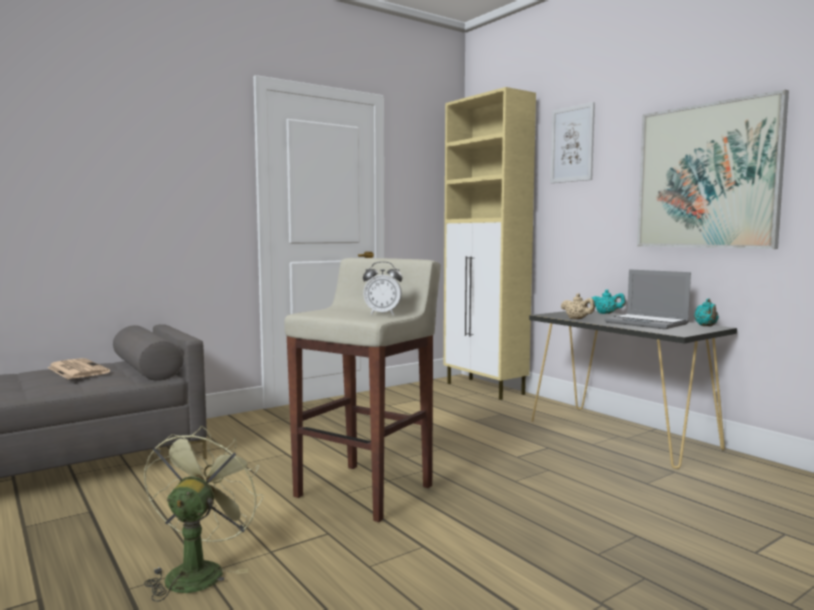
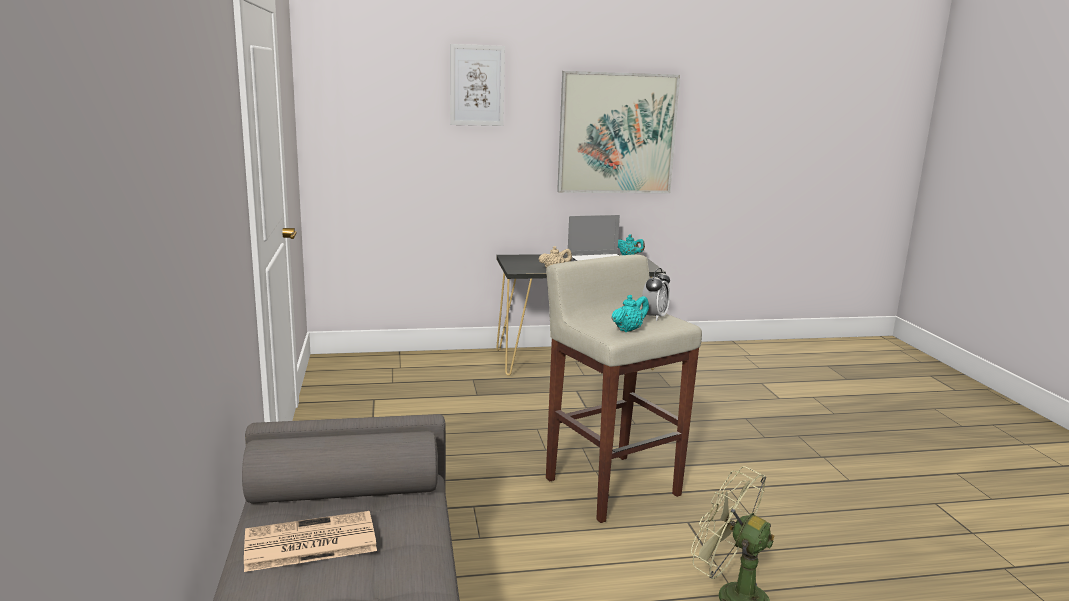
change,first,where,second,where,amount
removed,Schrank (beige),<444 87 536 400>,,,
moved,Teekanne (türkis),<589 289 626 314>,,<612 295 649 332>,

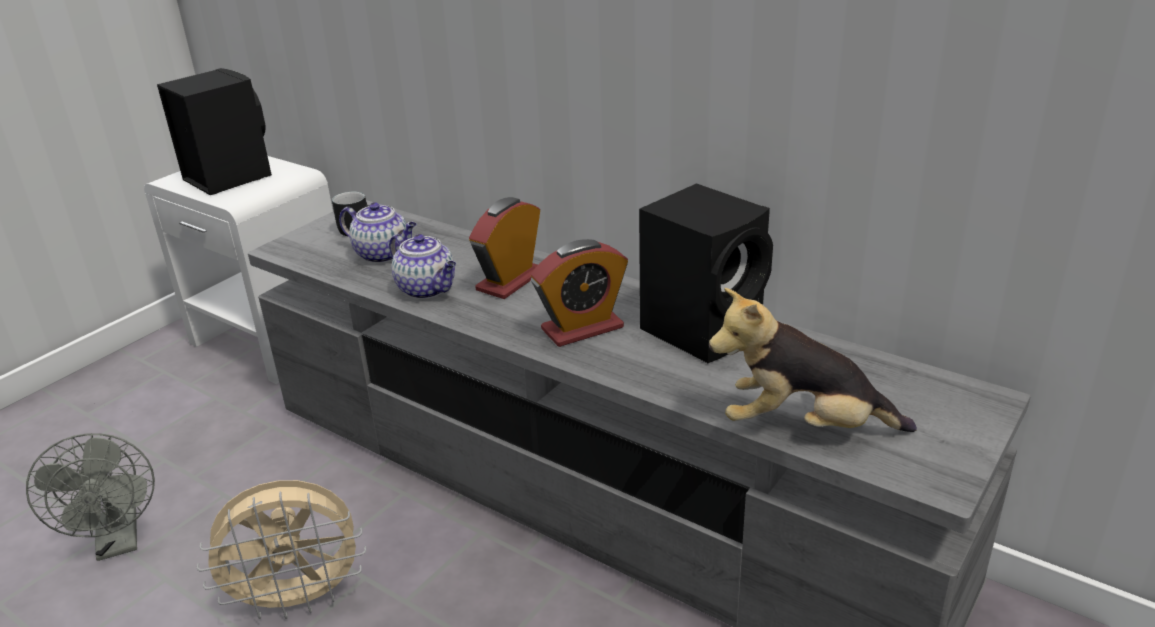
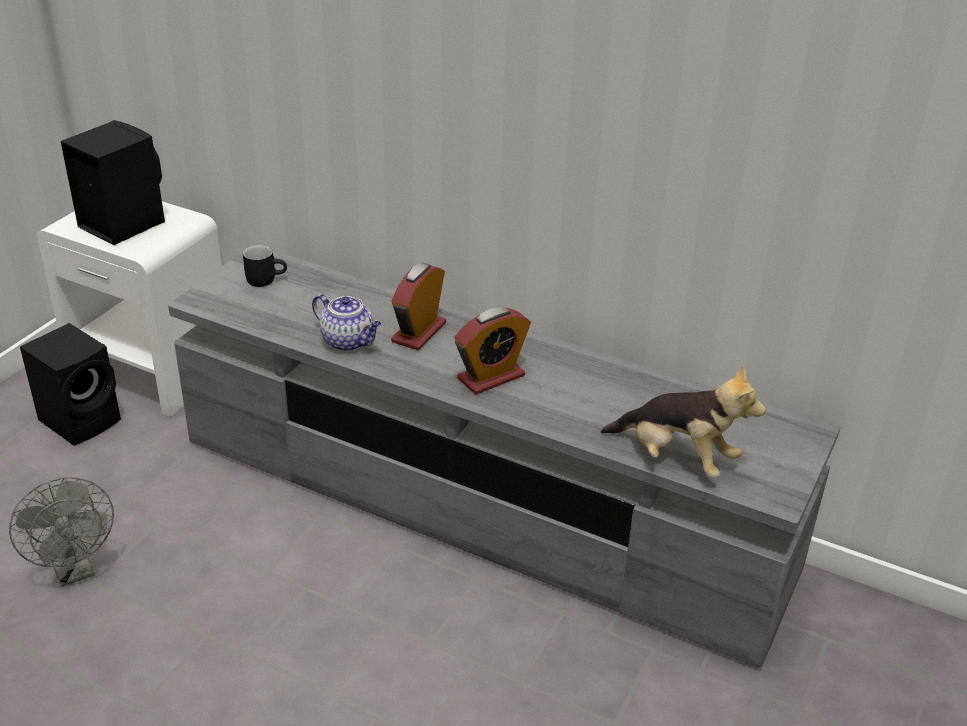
change,first,where,second,where,amount
removed,Ventilator (beige),<197 480 366 619>,,,
removed,Teekanne,<339 202 417 263>,,,
moved,Lautsprecher (schwarz),<639 183 773 363>,,<20 323 121 446>,
turned,Plüschtier,<709 288 917 432>,,<600 364 766 478>,150 degrees counterclockwise

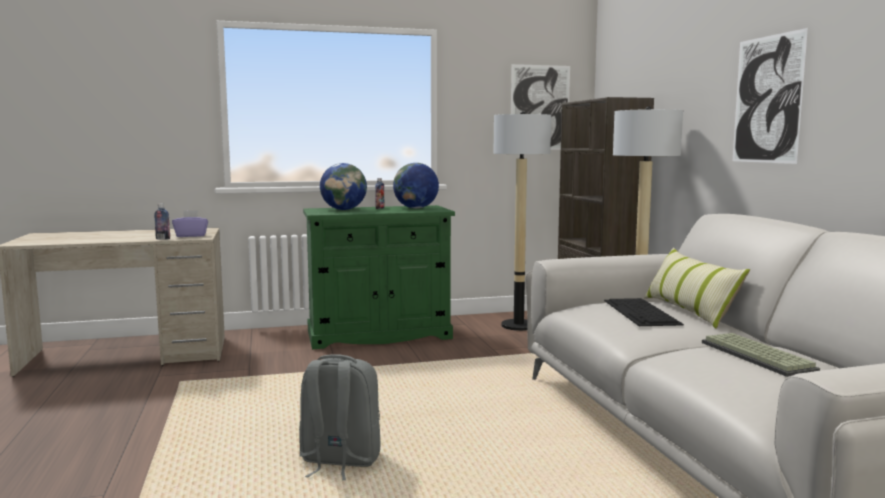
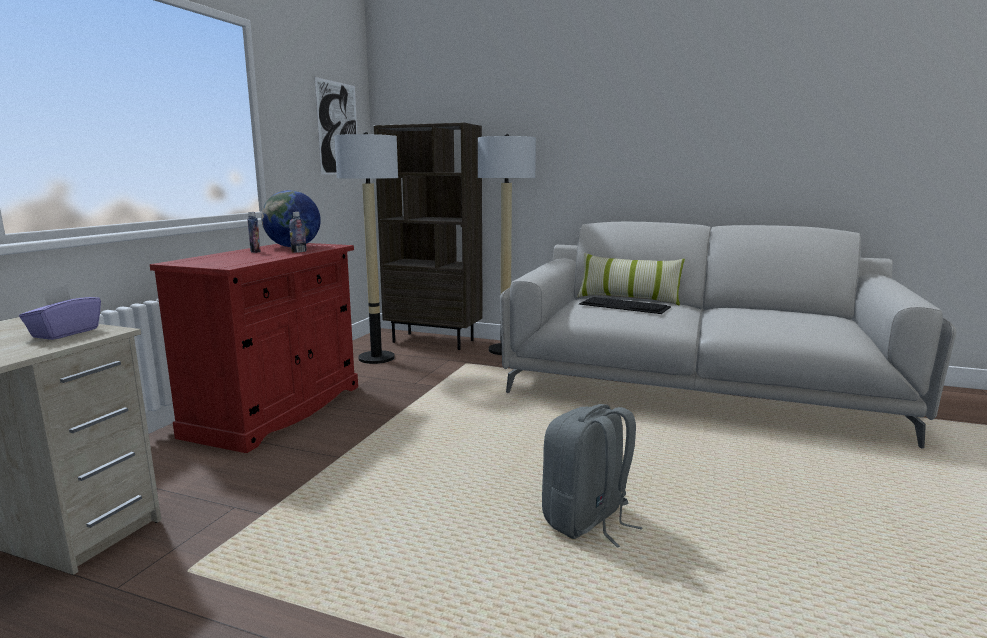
change,first,where,second,where,amount
removed,Globus,<320 163 367 210>,,,
removed,Tastatur,<702 333 820 377>,,,
removed,Bild,<733 28 808 164>,,,
moved,Flasche,<154 204 170 240>,,<289 212 307 253>,
recoloured,Schrank (grün),<303 205 455 349>,Schrank (rot),<150 243 358 453>,

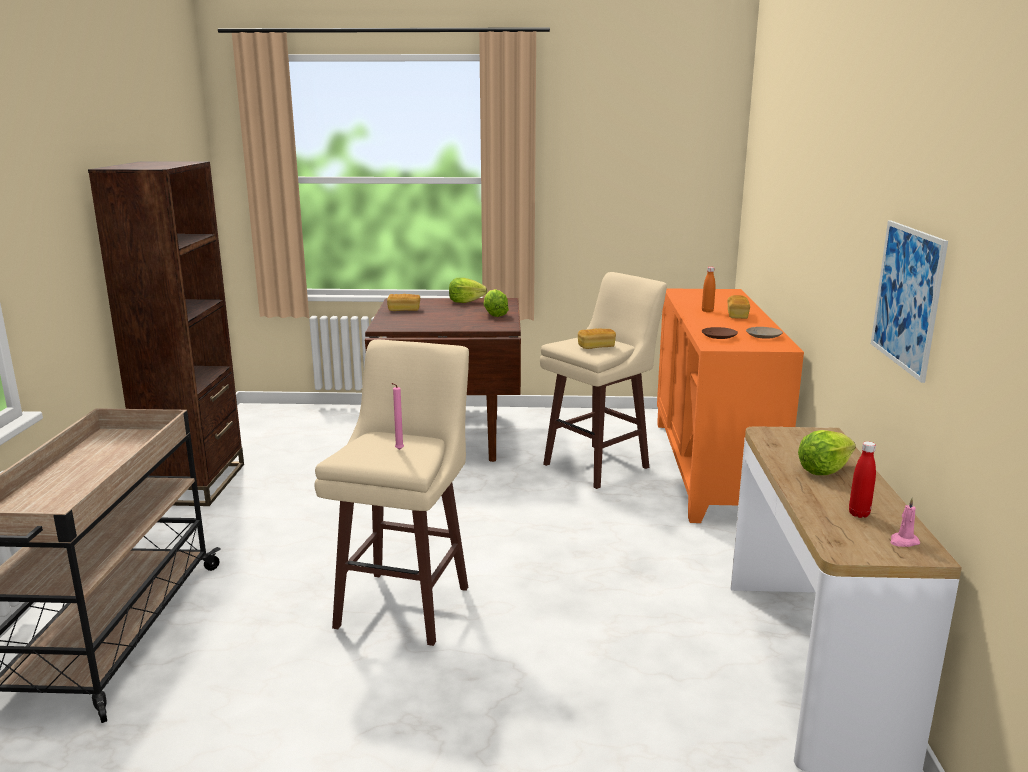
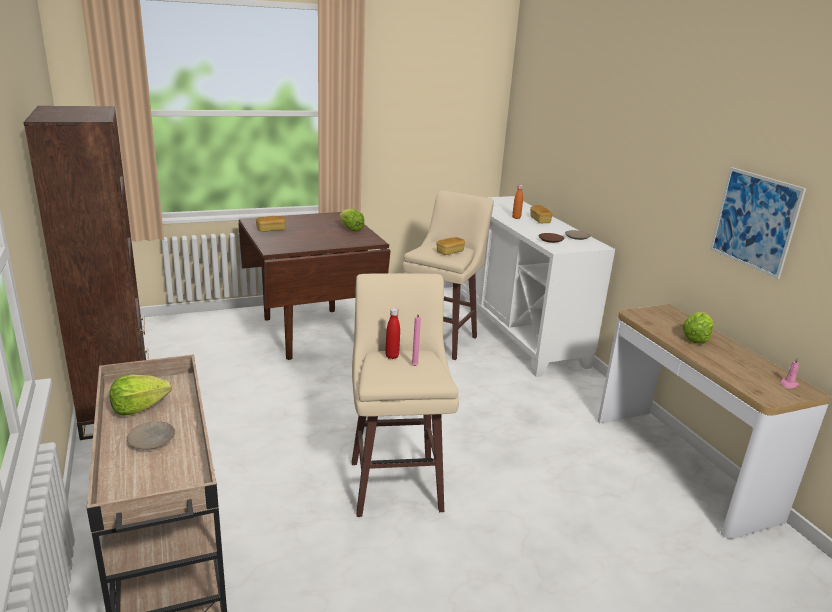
change,first,where,second,where,amount
added,,,Teller (beige),<127 421 175 450>,
moved,Salatkopf,<449 278 487 303>,,<109 375 172 416>,
moved,Flasche (rot),<849 441 876 518>,,<385 308 400 359>,
recoloured,Schrank (orange),<657 288 804 523>,Schrank (weiß),<460 196 615 377>,

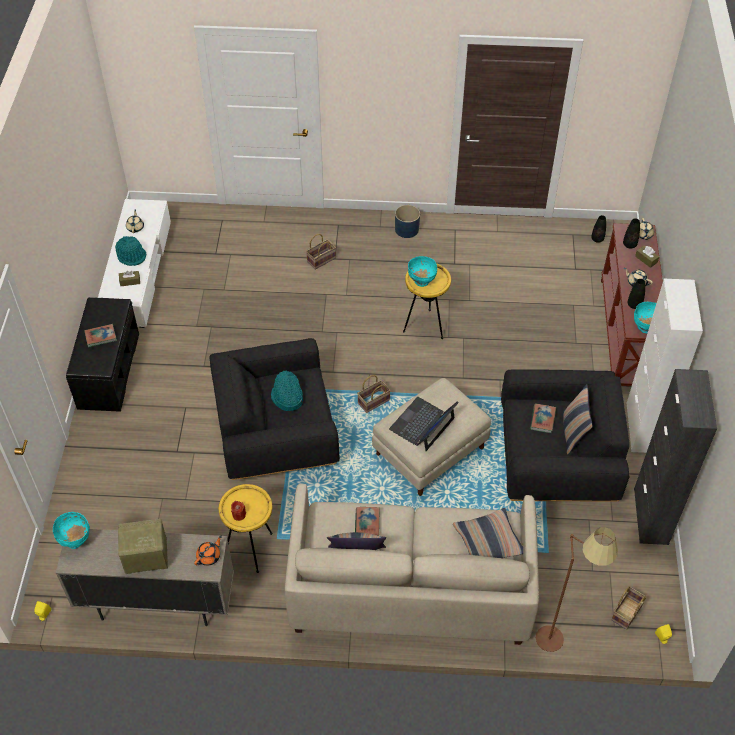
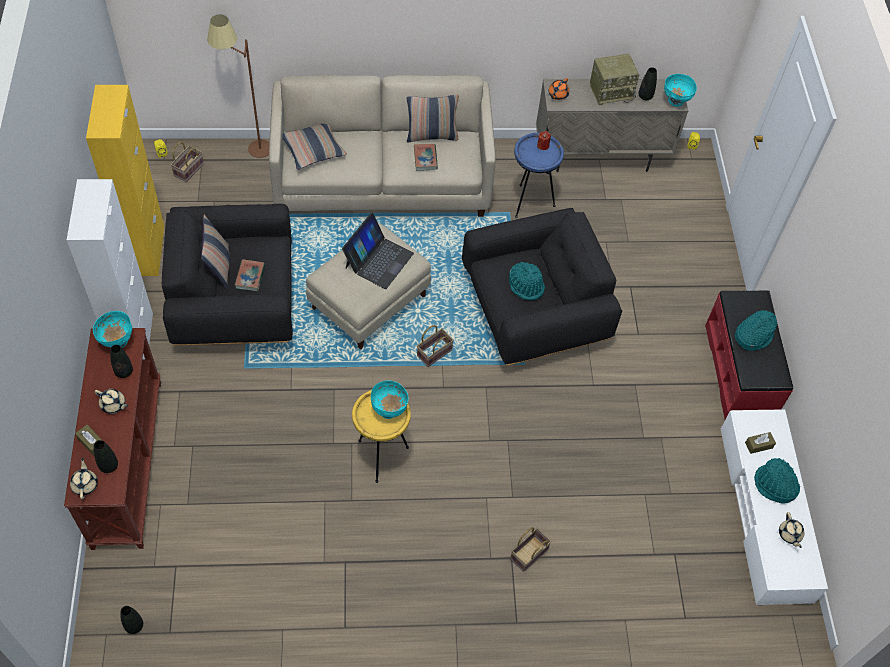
change,first,where,second,where,amount
removed,Pflanzkübel (blau),<395 205 420 238>,,,
added,,,Vase (schwarz),<638 67 657 100>,
replaced,Buch,<84 324 117 347>,Hut (türkis),<735 310 777 351>,
recoloured,Bank (schwarz),<66 297 139 412>,Bank (rot),<705 290 793 420>,
recoloured,Beistelltisch (gelb),<219 484 273 573>,Beistelltisch (blau),<514 133 564 218>,
recoloured,Schrank (schwarz),<634 369 717 545>,Schrank (gelb),<86 85 165 276>,

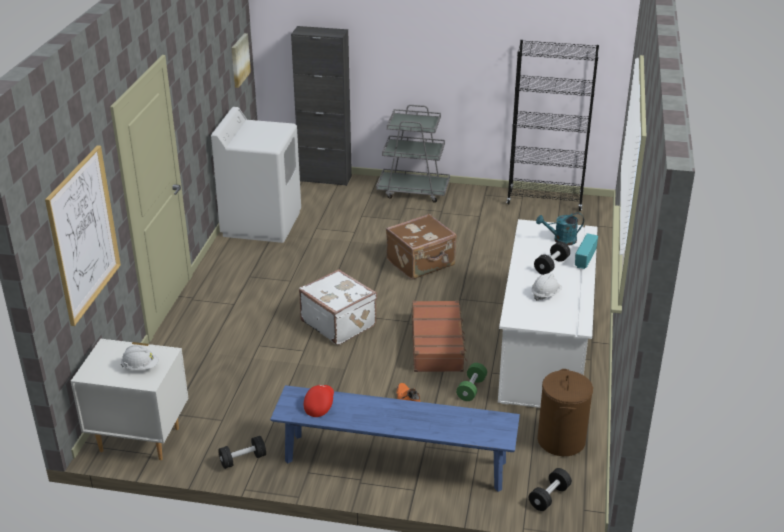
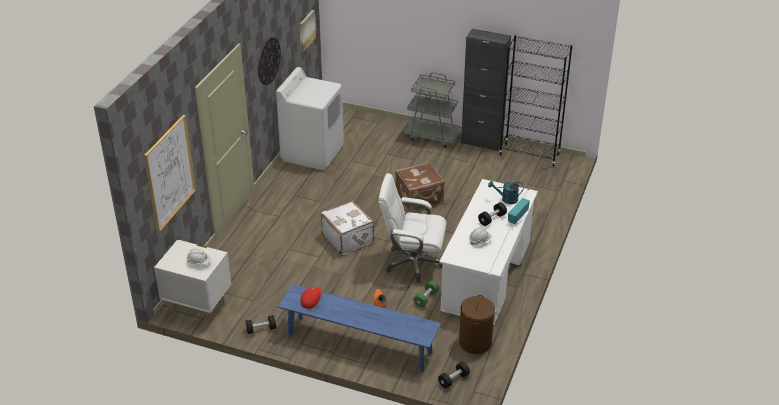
change,first,where,second,where,amount
added,,,Wanduhr,<258 37 281 85>,
moved,Schrank (schwarz),<291 26 352 186>,,<461 29 511 151>,
replaced,Koffer (braun),<412 300 468 372>,Bürostuhl (weiß),<379 173 446 283>,

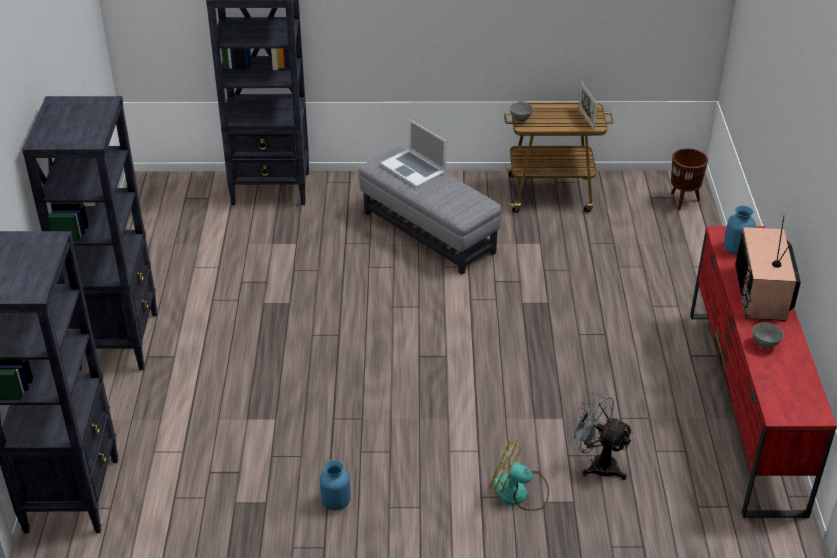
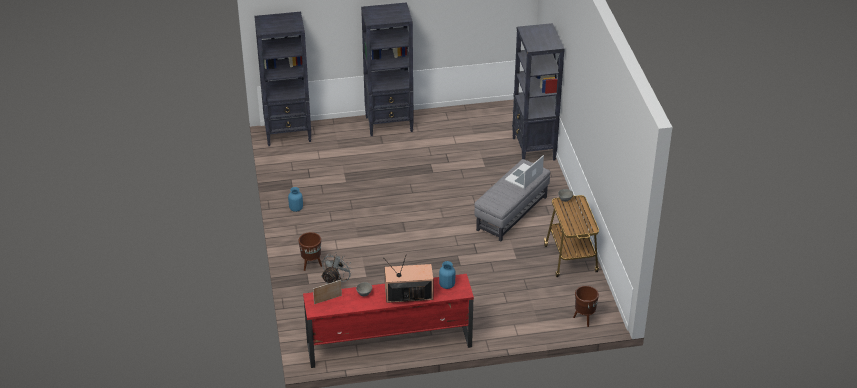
change,first,where,second,where,amount
moved,Bilderrahmen,<579 81 598 130>,,<313 280 342 304>,
replaced,Ventilator,<489 440 549 511>,Pflanzkübel (braun),<298 232 322 271>,

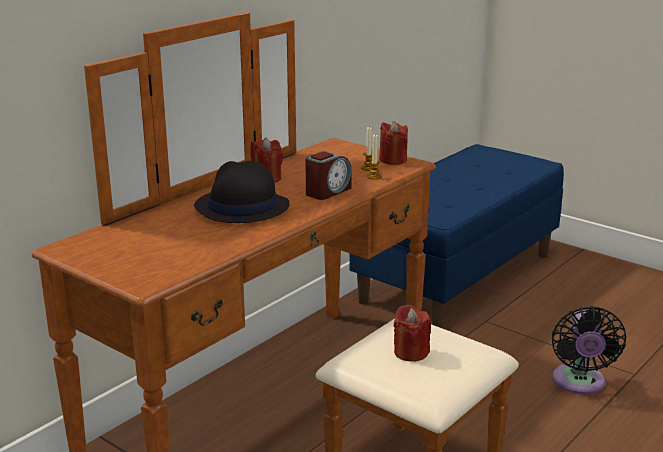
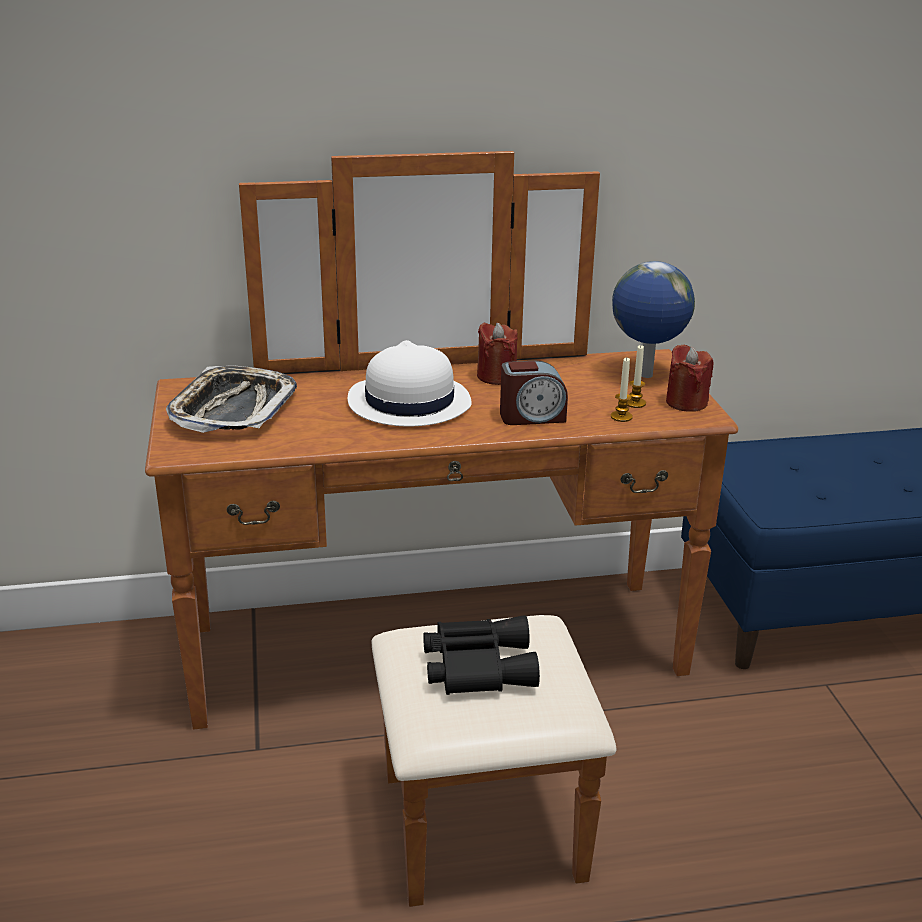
change,first,where,second,where,amount
removed,Ventilator (schwarz),<552 306 626 395>,,,
added,,,Tablett,<166 365 297 433>,
added,,,Globus,<612 261 695 378>,
replaced,Kerze (rot),<394 305 431 362>,Fernglas (schwarz),<423 615 540 695>,
recoloured,Hut (schwarz),<194 161 290 223>,Hut (weiß),<348 340 472 426>,

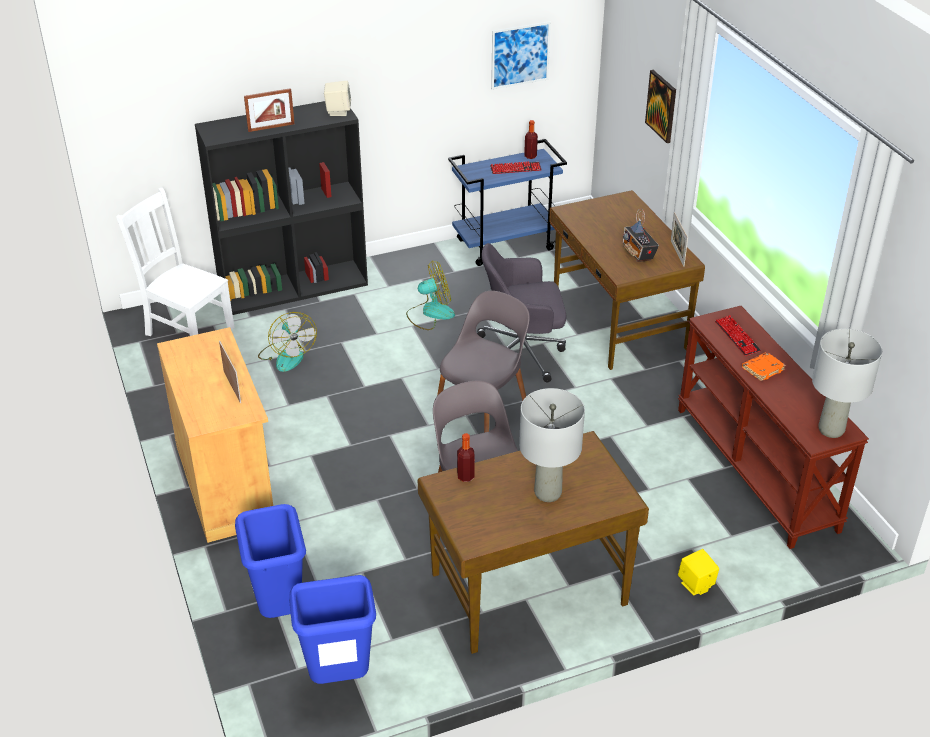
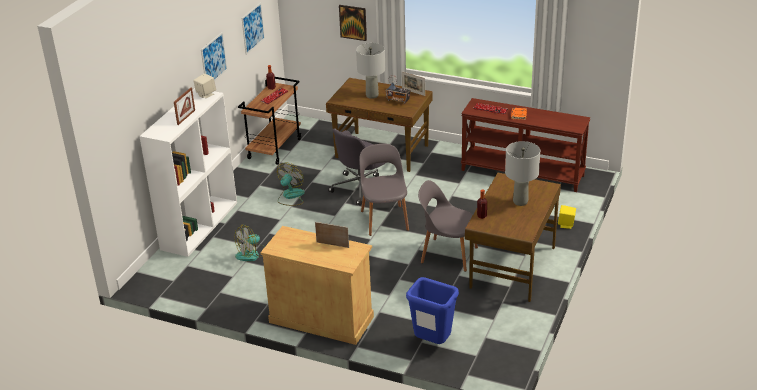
change,first,where,second,where,amount
removed,Stuhl (weiß),<116 187 235 336>,,,
removed,Mülleimer (blau),<289 575 376 684>,,,
added,,,Bild,<201 32 227 81>,
moved,Tischlampe (grau),<812 329 882 438>,,<356 43 385 99>,
recoloured,Bücherregal (schwarz),<195 101 368 315>,Bücherregal (weiß),<139 88 237 257>,
recoloured,Rollwagen (blau),<448 139 567 266>,Rollwagen (braun),<238 77 302 165>,
turned,Ventilator,<258 312 317 372>,,<235 225 265 261>,120 degrees clockwise

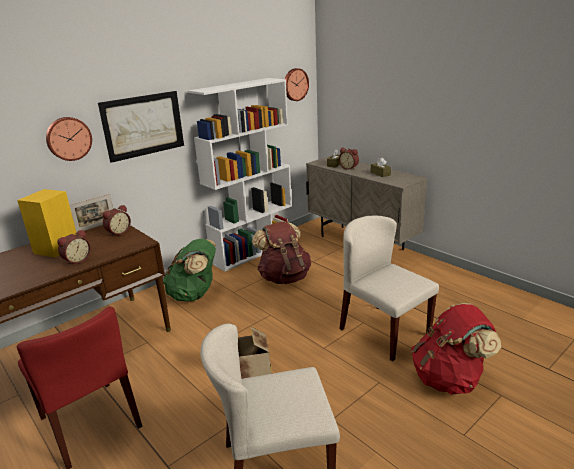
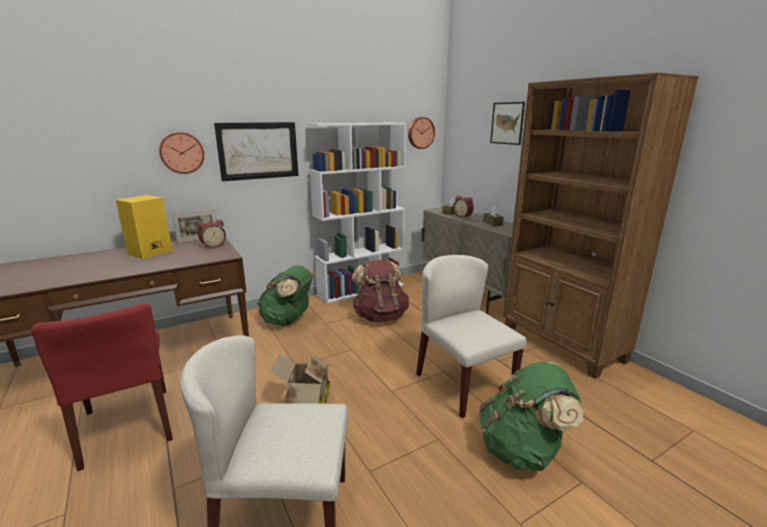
change,first,where,second,where,amount
removed,Wecker,<57 230 91 266>,,,
added,,,Bild,<490 102 525 145>,
added,,,Bücherregal (braun),<503 73 699 379>,
recoloured,Rucksack (rot),<411 303 501 395>,Rucksack (grün),<479 362 583 471>,

